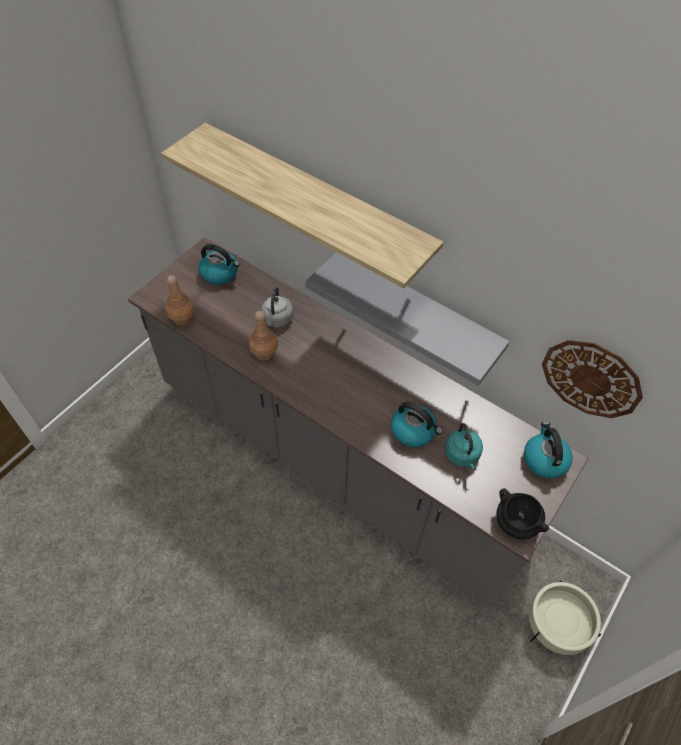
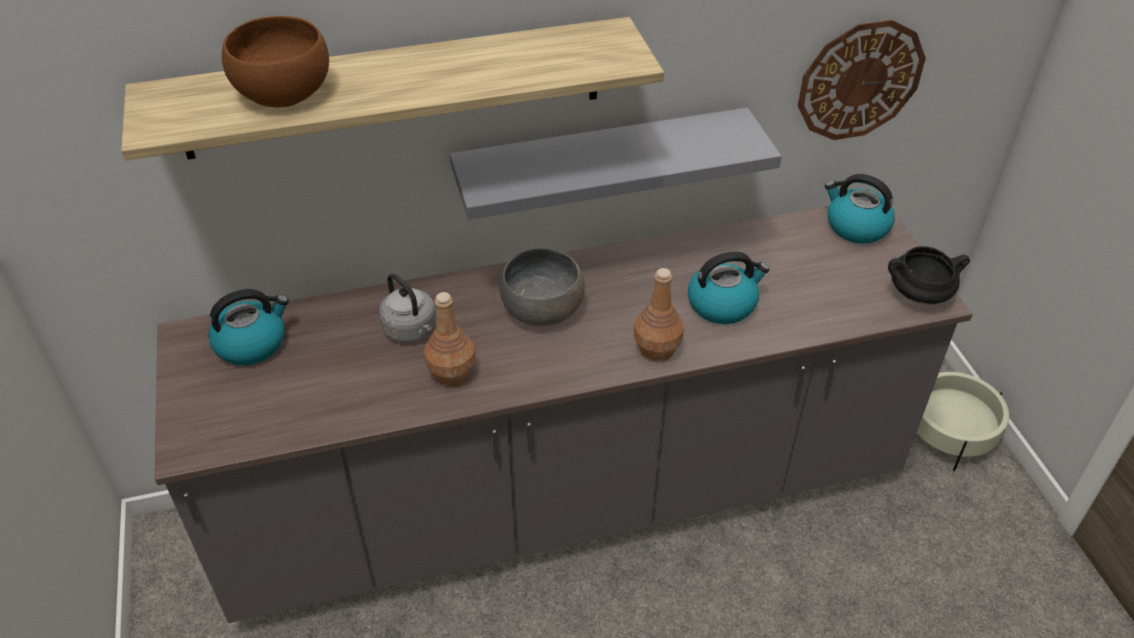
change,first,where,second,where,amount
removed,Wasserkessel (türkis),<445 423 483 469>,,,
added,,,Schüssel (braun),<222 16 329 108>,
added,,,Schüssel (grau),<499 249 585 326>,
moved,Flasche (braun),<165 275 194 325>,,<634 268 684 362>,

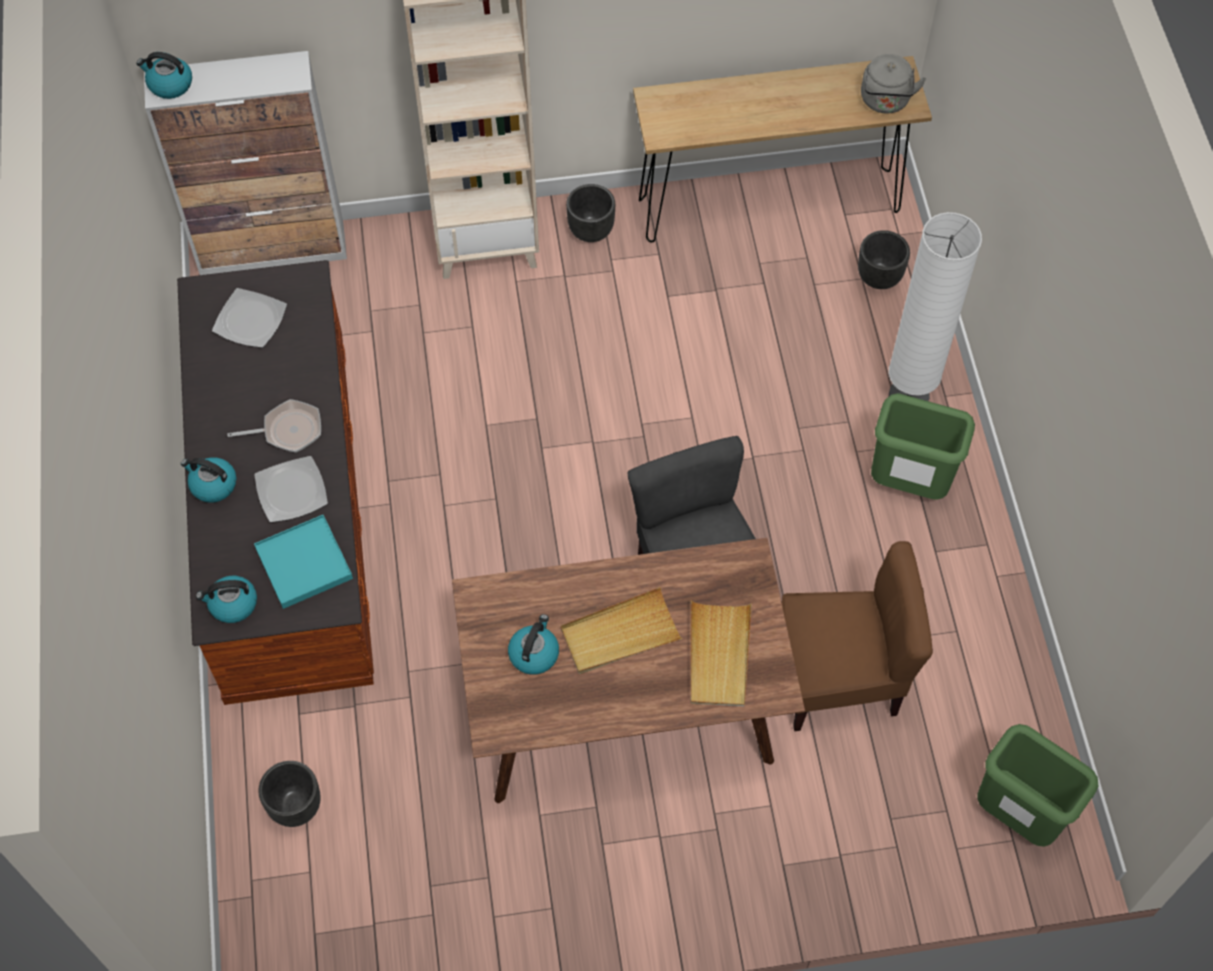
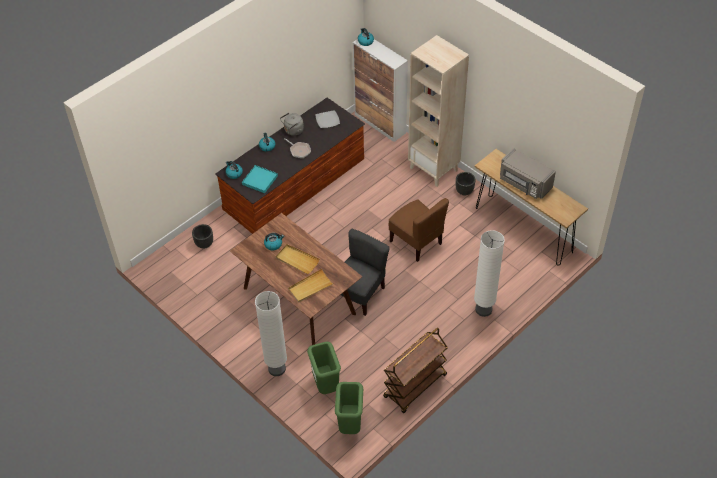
change,first,where,second,where,amount
removed,Teller,<254 456 328 523>,,,
removed,Pflanzkübel (schwarz),<858 230 910 289>,,,
added,,,Stehlampe (weiß),<255 291 287 376>,
added,,,Rollwagen (braun),<383 328 448 413>,
added,,,Mikrowelle (grau),<500 148 556 199>,
moved,Stuhl (braun),<782 541 933 731>,,<389 198 449 262>,
moved,Wasserkessel (grau),<861 54 926 114>,,<280 113 304 136>,
moved,Mülleimer (grün),<871 393 975 500>,,<307 342 341 394>,

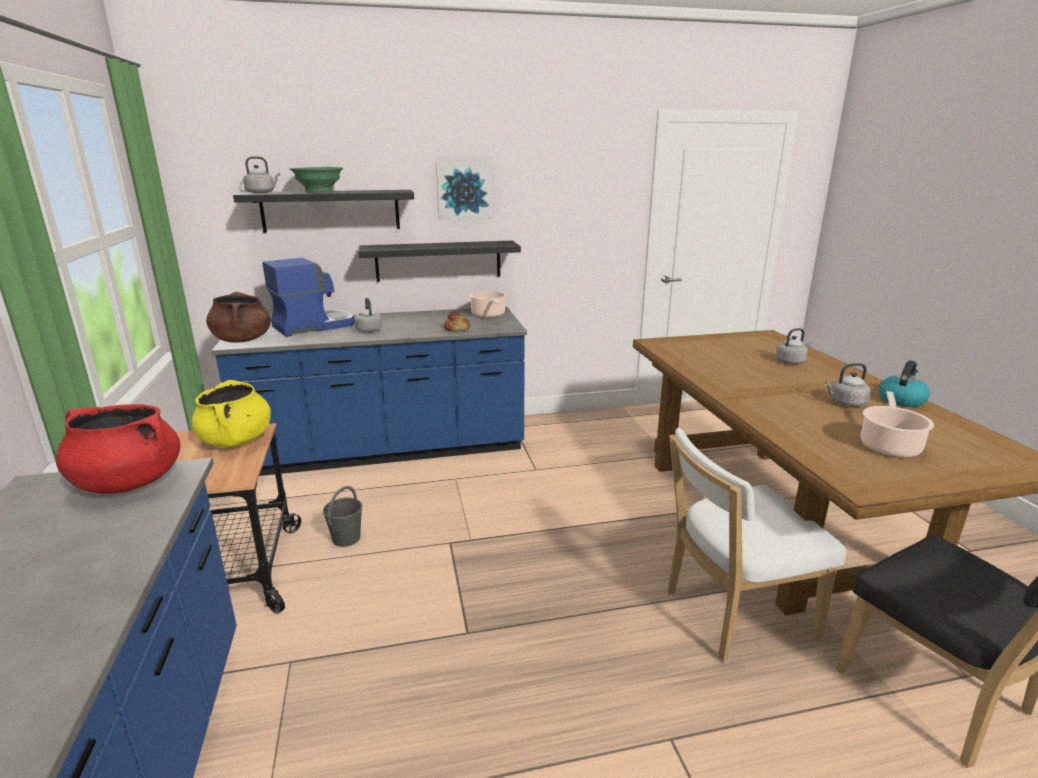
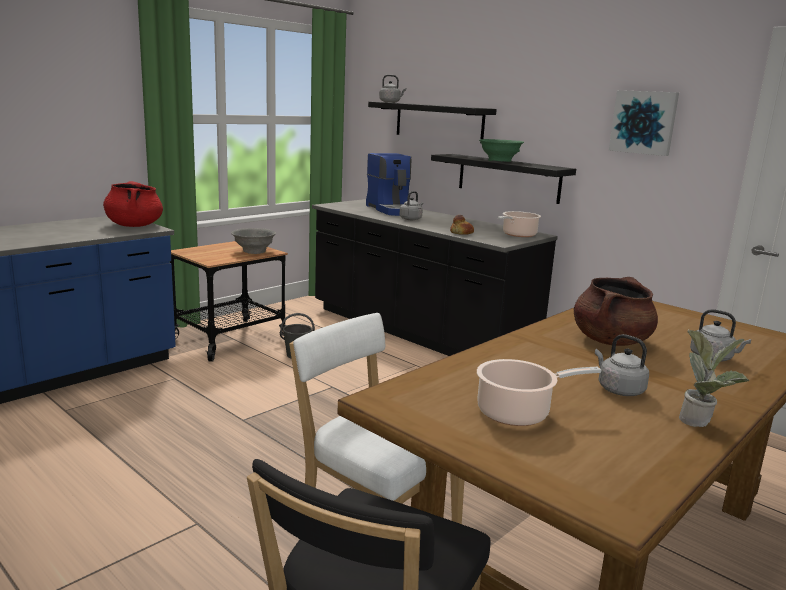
change,first,where,second,where,amount
moved,Kochtopf (braun),<206 292 271 343>,,<574 277 658 346>,
moved,Schüssel (grün),<290 167 343 193>,,<479 139 524 162>,
moved,Bild,<436 162 493 220>,,<609 90 679 156>,
replaced,Kochtopf (gelb),<192 380 271 448>,Schüssel (grau),<231 228 276 254>,
replaced,Wasserkessel,<879 360 930 407>,Topfpflanze,<679 329 749 427>,
recoloured,Küchenzeile (blau),<211 306 527 476>,Küchenzeile (schwarz),<312 199 558 356>,
turned,Kaffeemaschine,<263 258 355 337>,,<366 153 411 216>,45 degrees clockwise

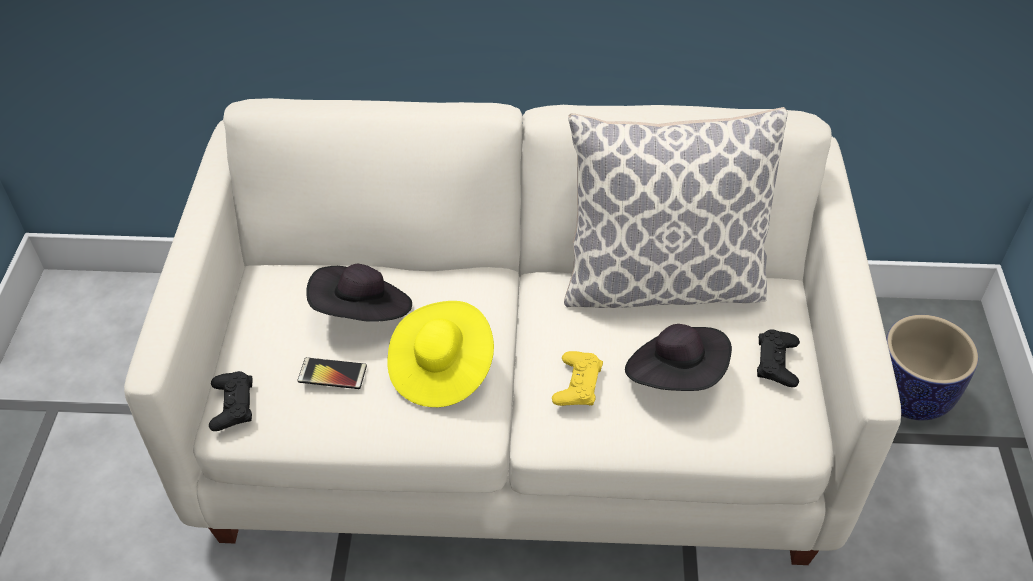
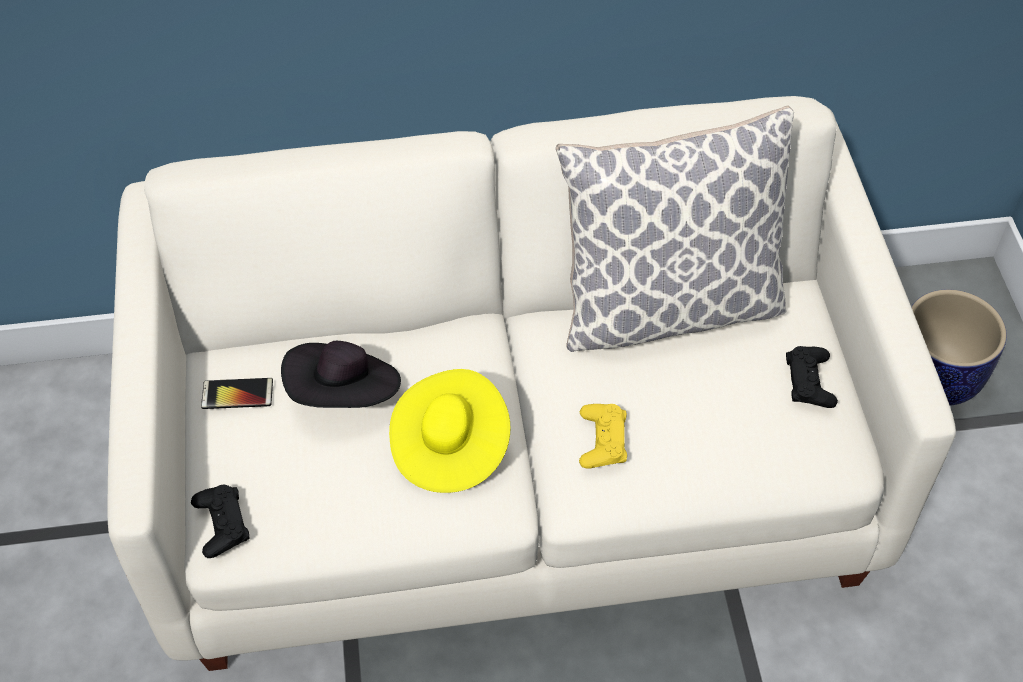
change,first,where,second,where,amount
removed,Hut (schwarz),<625 324 732 391>,,,
moved,Handy,<297 357 367 389>,,<201 378 273 409>,

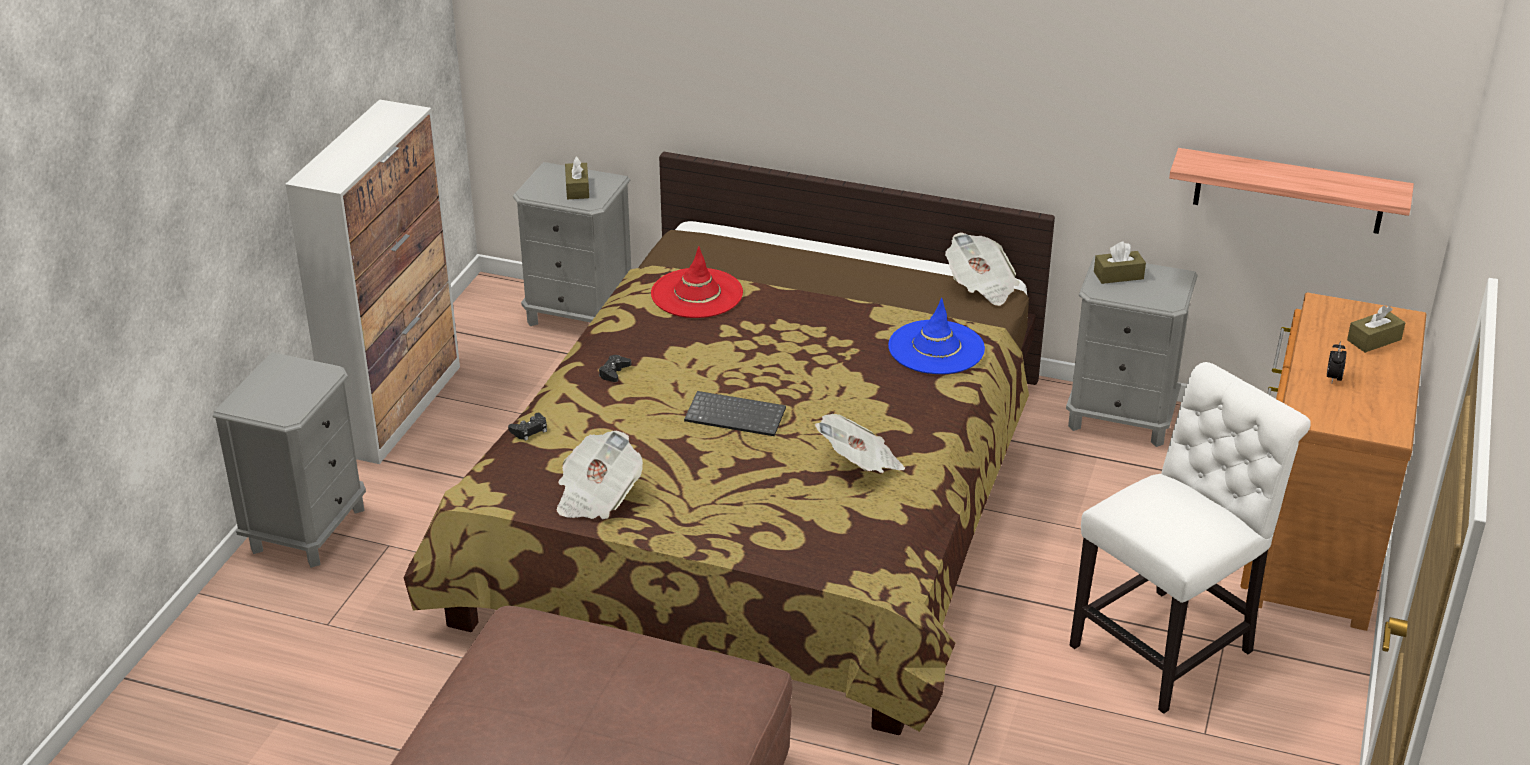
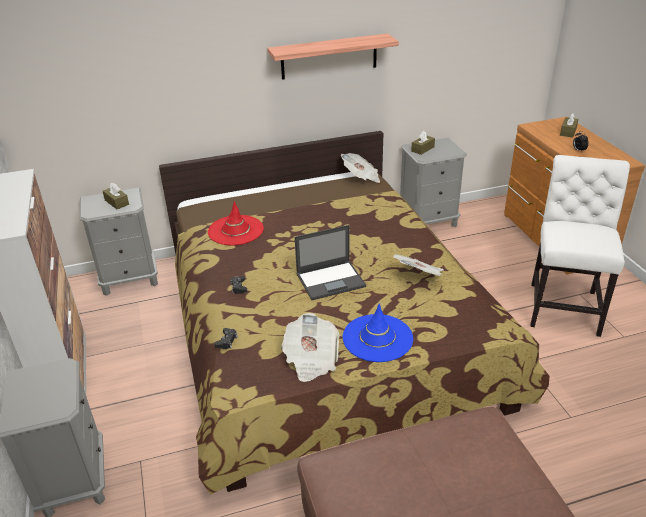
change,first,where,second,where,amount
moved,Hut (blau),<888 298 985 374>,,<343 304 413 362>,
moved,Wandregal,<1169 148 1414 234>,,<268 33 399 80>,
replaced,Tastatur,<684 391 786 436>,Laptop,<295 225 366 300>,

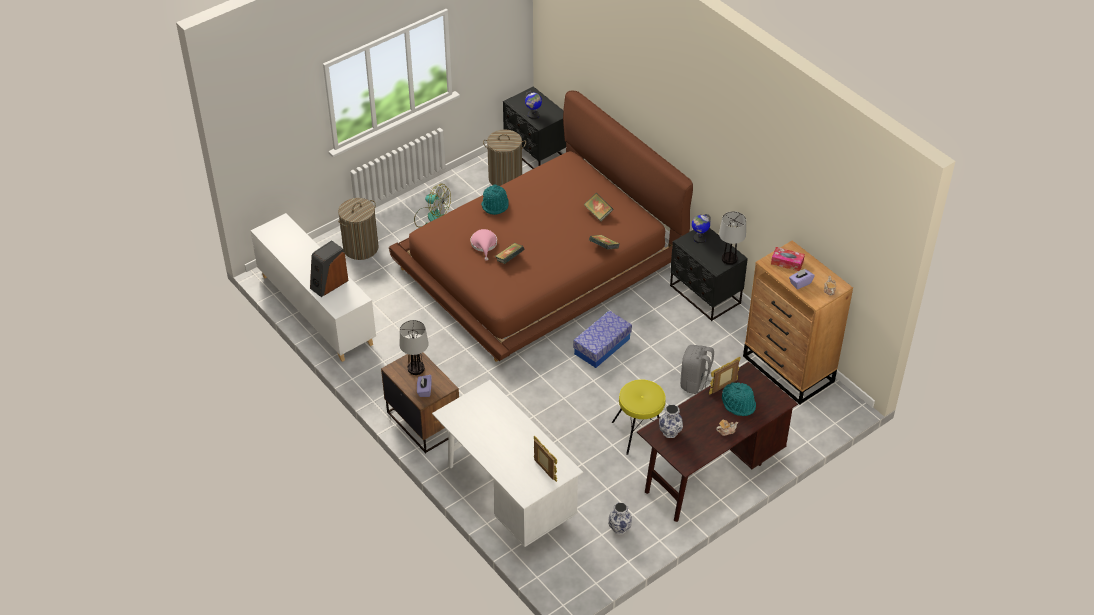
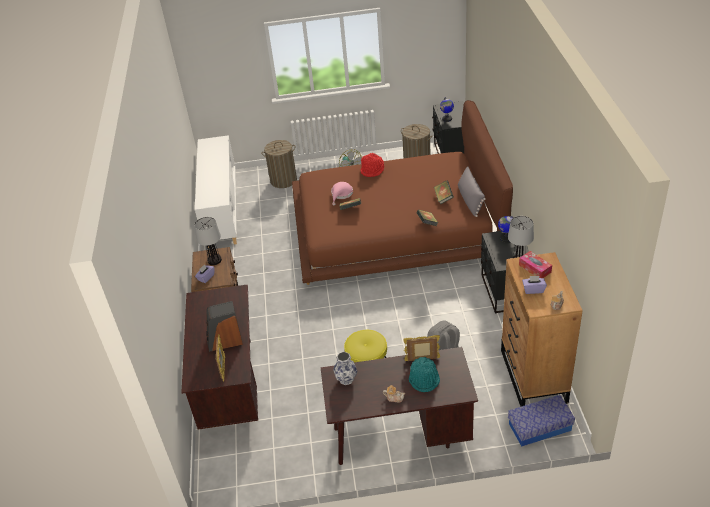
change,first,where,second,where,amount
removed,Vase,<608 502 632 535>,,,
added,,,Kissen (grau),<458 166 486 217>,
moved,Lautsprecher,<310 240 348 297>,,<206 301 243 352>,
moved,Aufbewahrungsbox,<573 310 632 368>,,<508 395 575 446>,
recoloured,Schreibtisch (weiß),<432 380 583 547>,Schreibtisch (braun),<181 284 258 430>,
recoloured,Hut (türkis),<481 184 509 215>,Hut (rot),<360 153 384 177>,

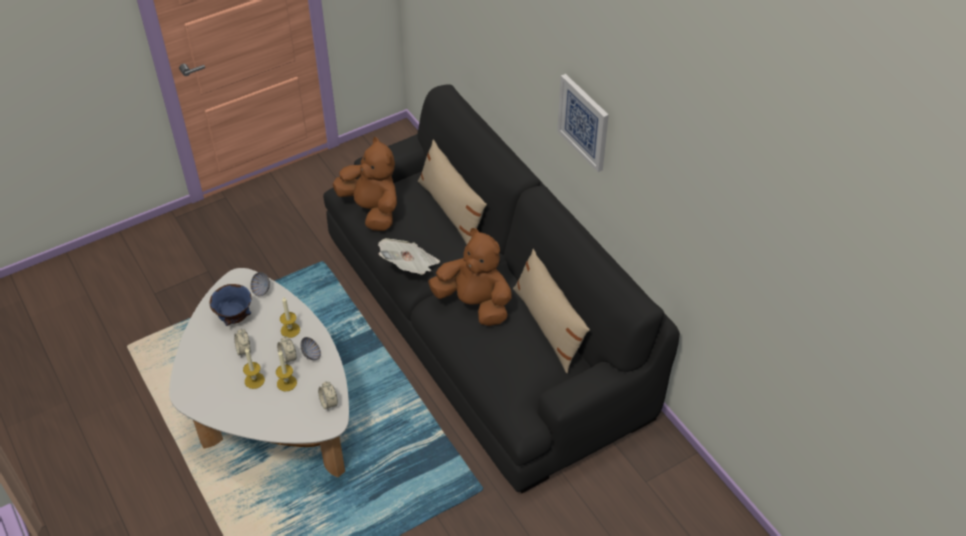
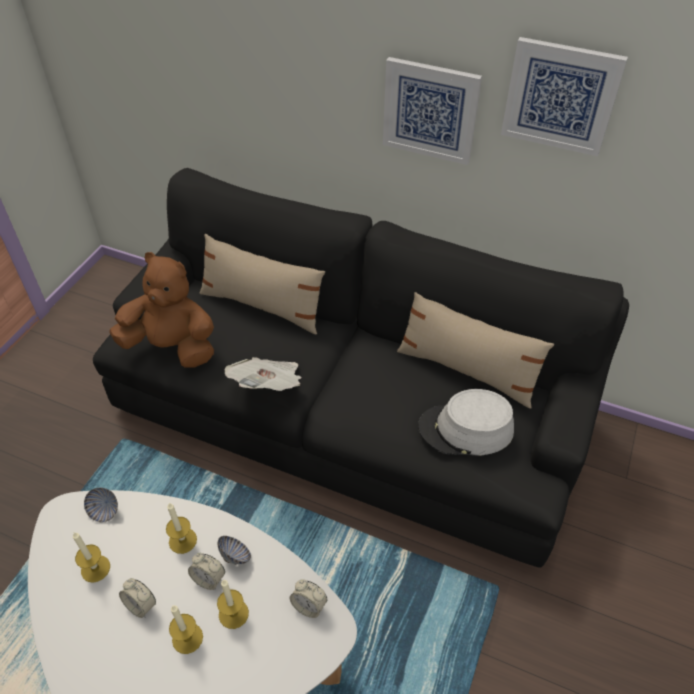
change,first,where,second,where,amount
removed,Plüschtier (braun),<428 228 512 326>,,,
added,,,Hut (grau),<418 389 514 456>,
added,,,Bild,<501 37 628 156>,
replaced,Schüssel (blau),<210 284 251 326>,Kerze,<73 532 110 583>,

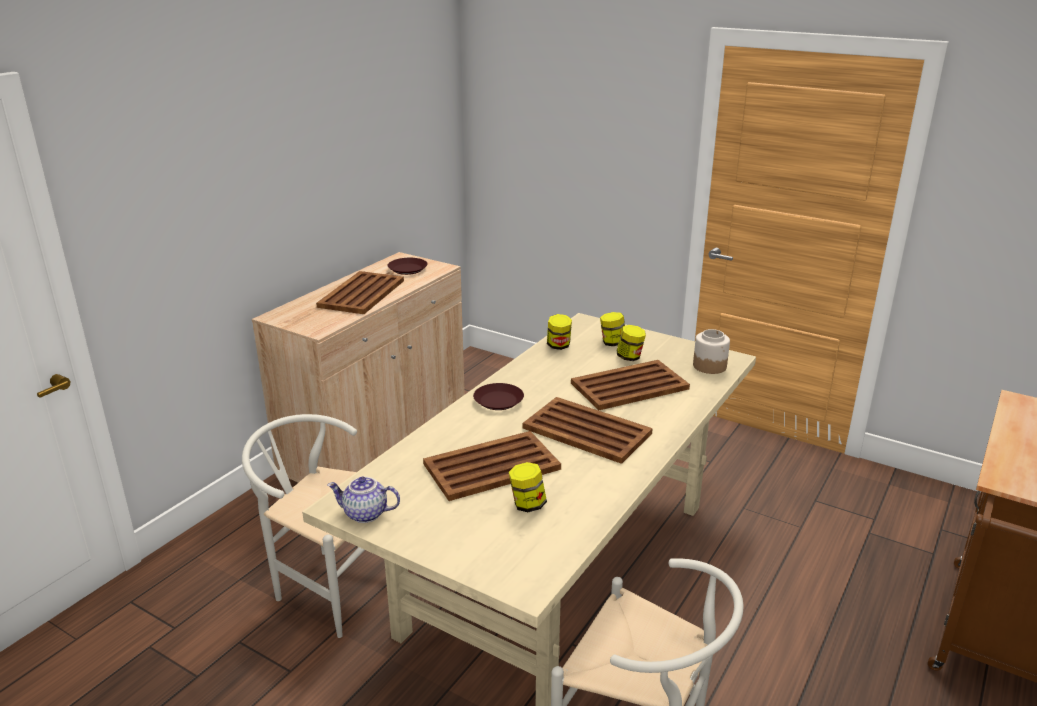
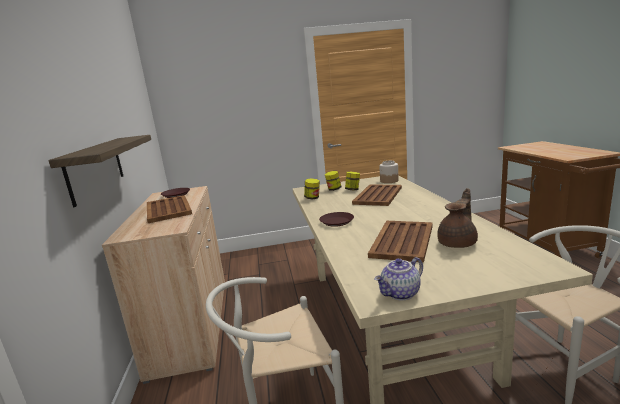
change,first,where,second,where,amount
removed,Tablett (braun),<523 397 653 464>,,,
added,,,Wandregal,<48 135 151 207>,
replaced,Vorratsglas,<508 462 547 512>,Teekanne (braun),<437 188 478 248>,

